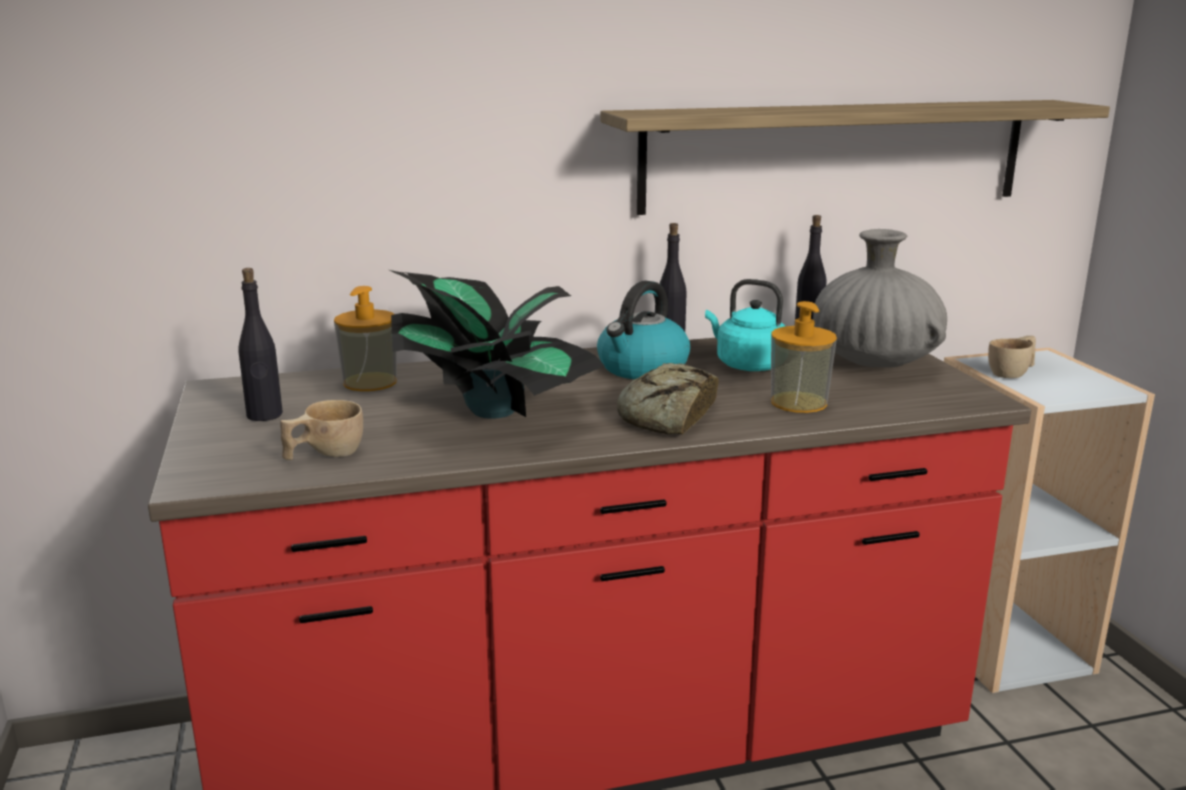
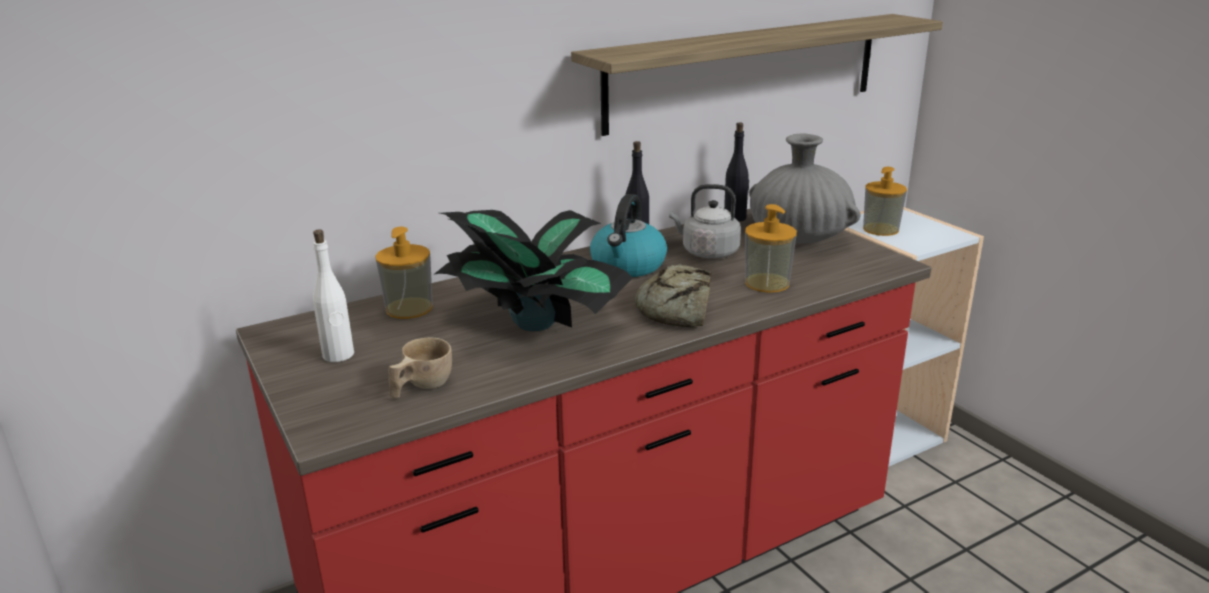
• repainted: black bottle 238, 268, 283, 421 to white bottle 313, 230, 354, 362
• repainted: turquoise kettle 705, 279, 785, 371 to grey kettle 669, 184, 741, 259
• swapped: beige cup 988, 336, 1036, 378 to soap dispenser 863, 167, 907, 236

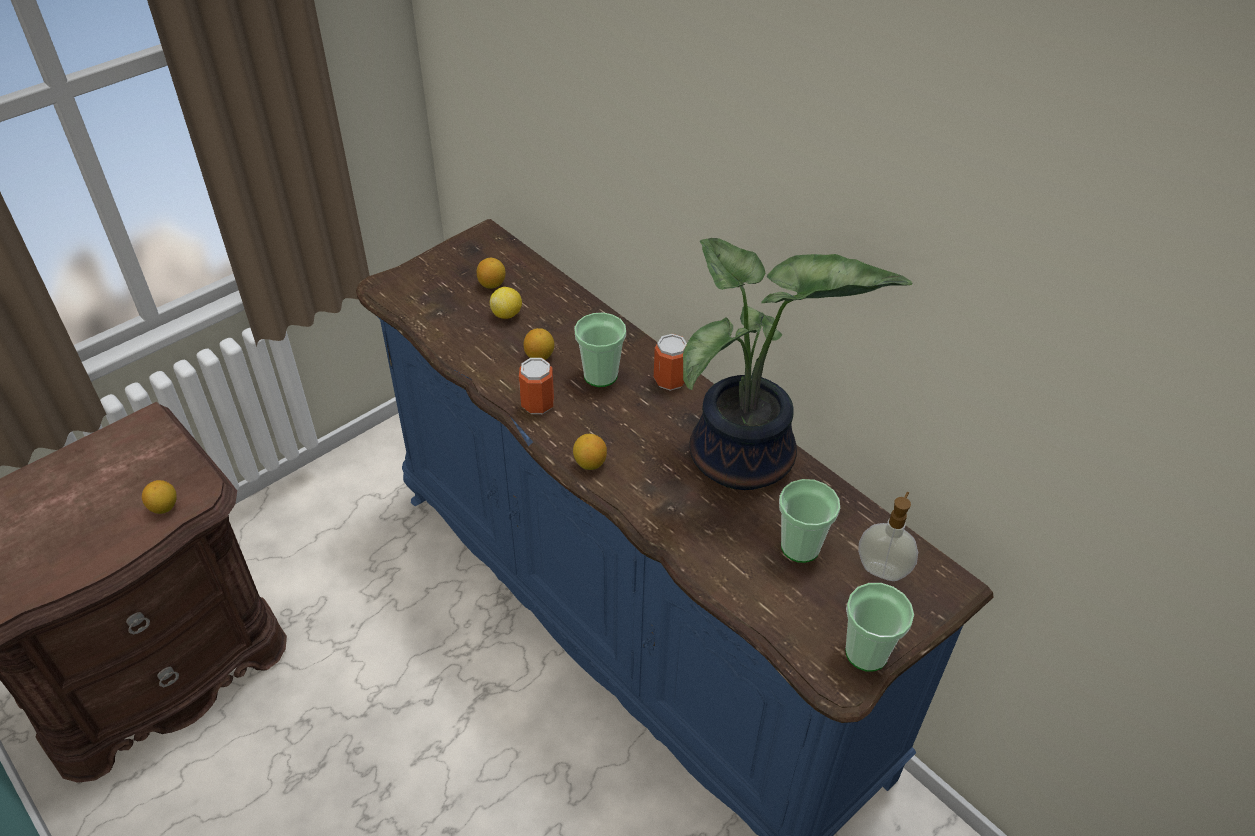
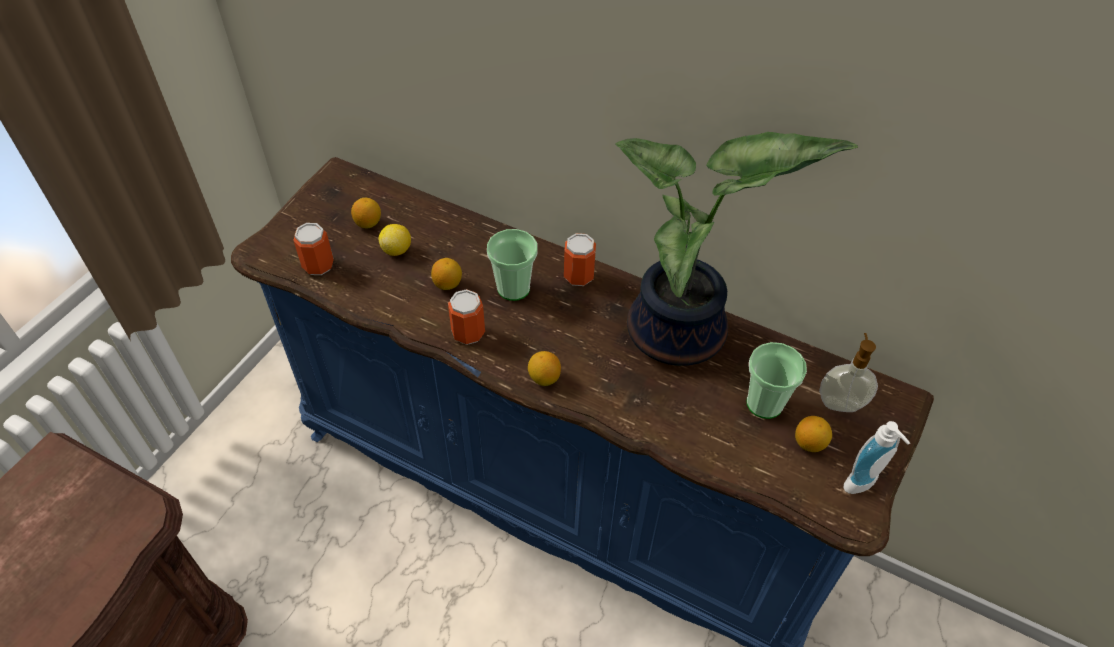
• shifted: lemon 142, 480, 177, 514 to 795, 416, 832, 452
• swapped: cup 845, 583, 914, 672 to soap dispenser 844, 421, 910, 494
• new: can 293, 223, 334, 275

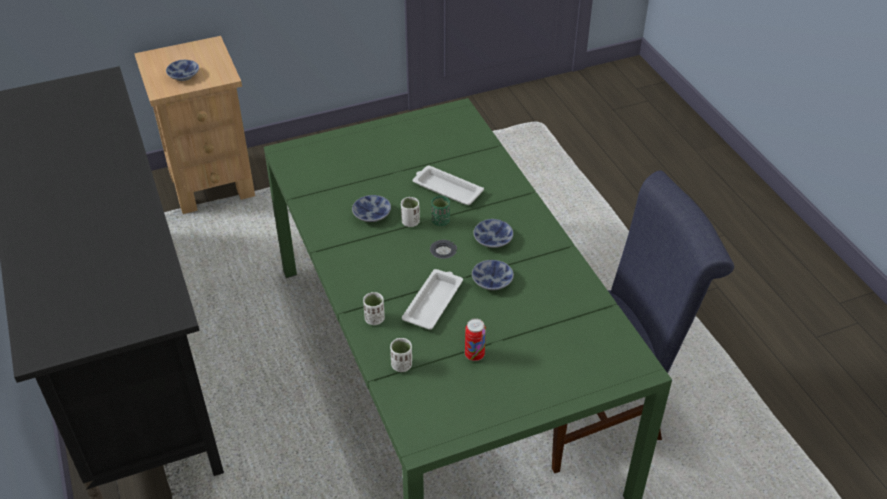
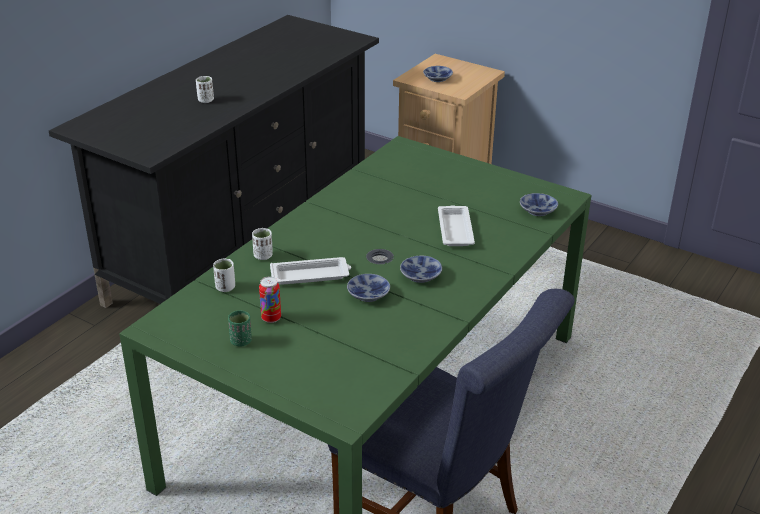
• shifted: bowl 352, 195, 391, 222 to 520, 193, 558, 216
• shifted: green cup 431, 196, 450, 226 to 228, 310, 252, 347
• shifted: white cup 401, 197, 420, 227 to 196, 76, 214, 103

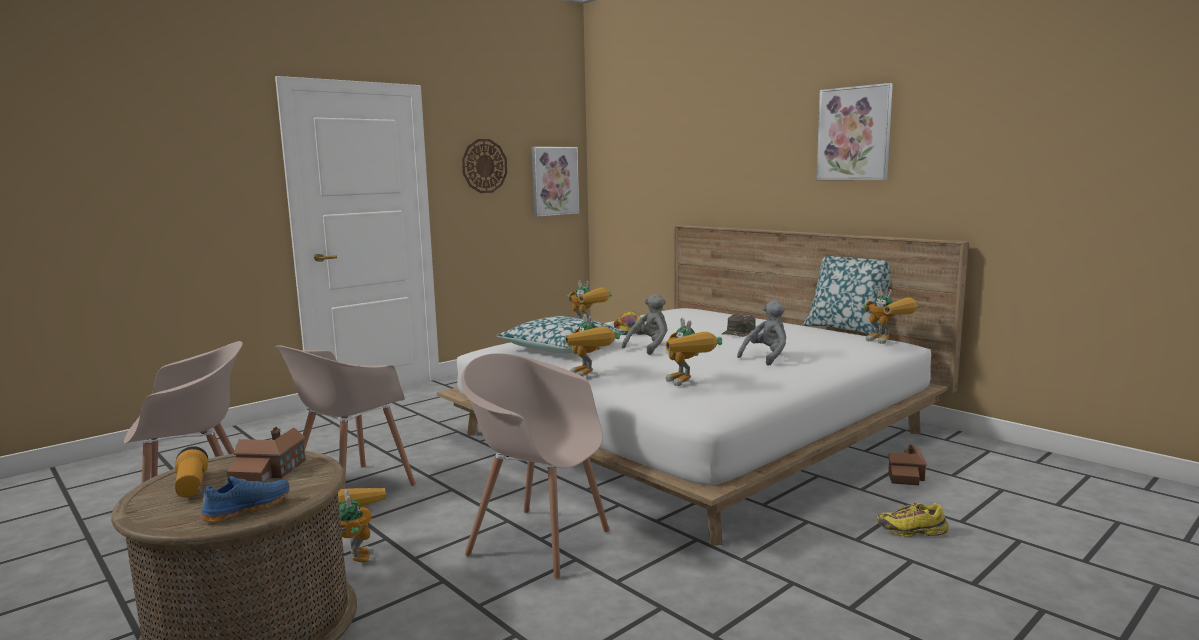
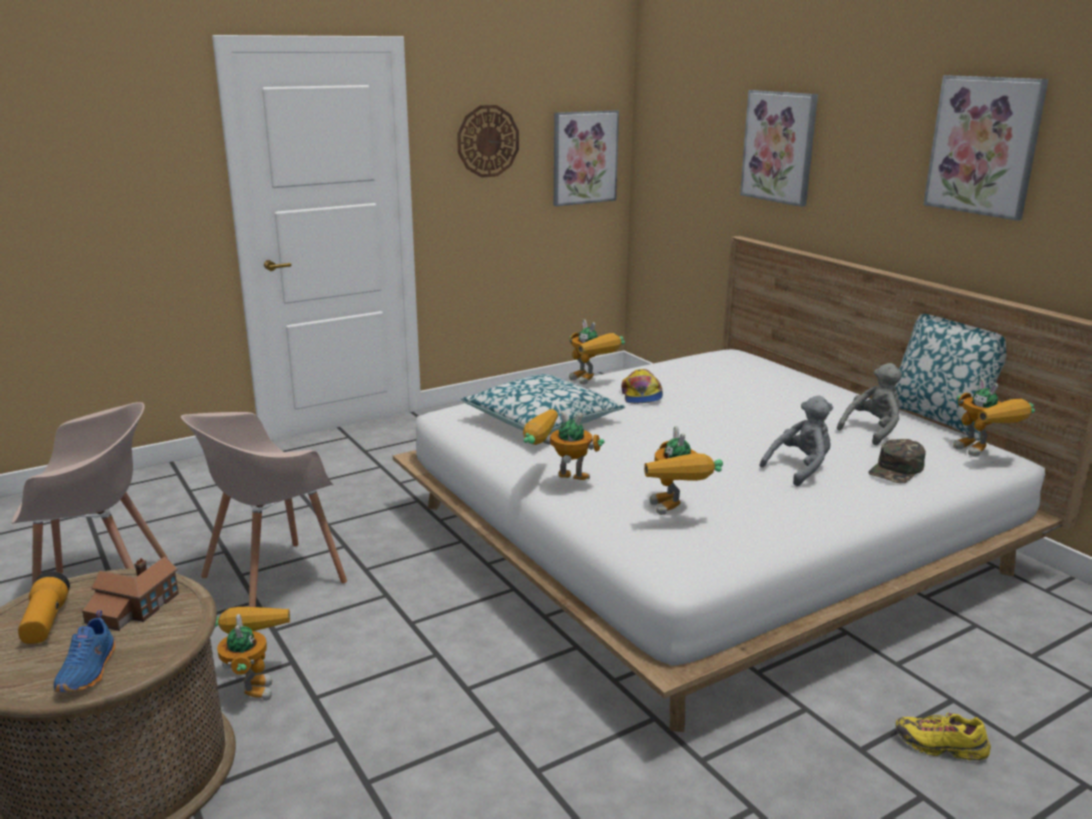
• shifted: grey plush toy 622, 294, 667, 355 to 837, 363, 902, 445
• shifted: green cap 722, 313, 756, 337 to 868, 439, 926, 483
• rotated: toy robot 565, 314, 621, 376 = 523, 409, 605, 480 120 degrees clockwise
• gone: beige chair 461, 353, 609, 579
• gone: toy house 888, 444, 927, 485
• rotated: blue shoe 198, 476, 290, 522 = 54, 611, 115, 692 120 degrees clockwise
• new: picture 740, 90, 818, 207

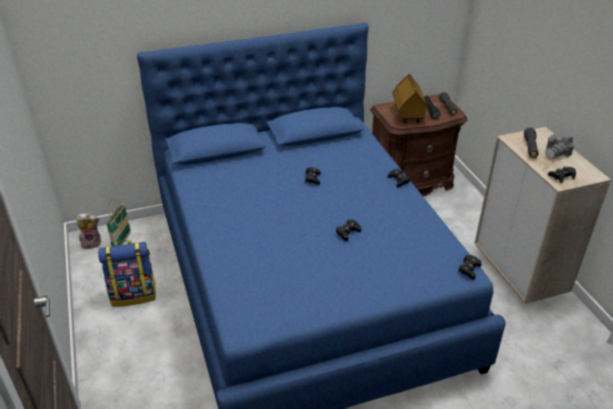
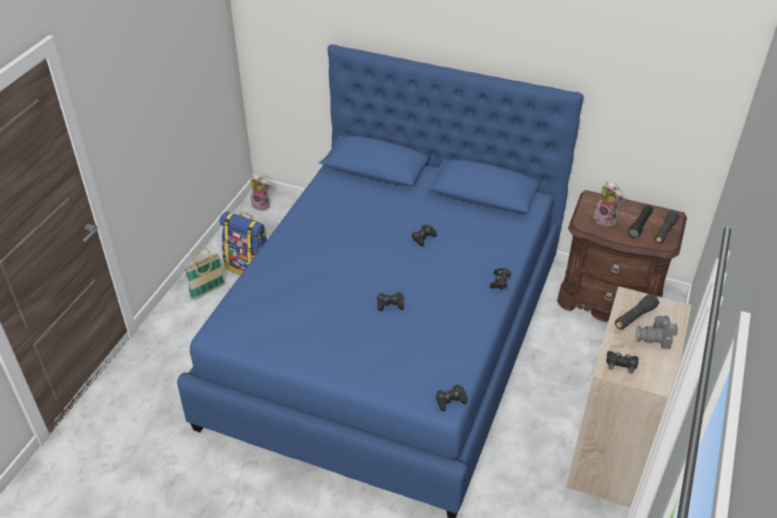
• swapped: toy house 392, 74, 429, 123 to plush toy 593, 181, 626, 227
• shifted: basket 106, 199, 131, 246 to 184, 246, 225, 300

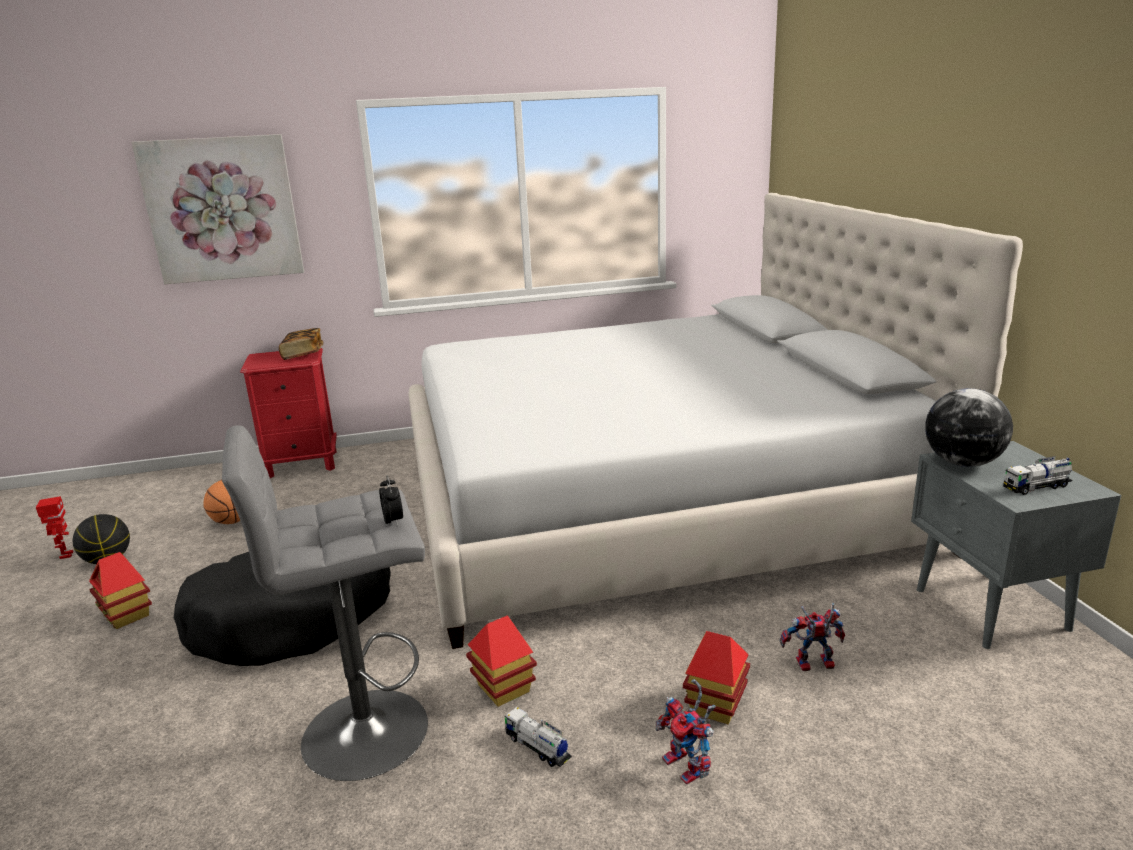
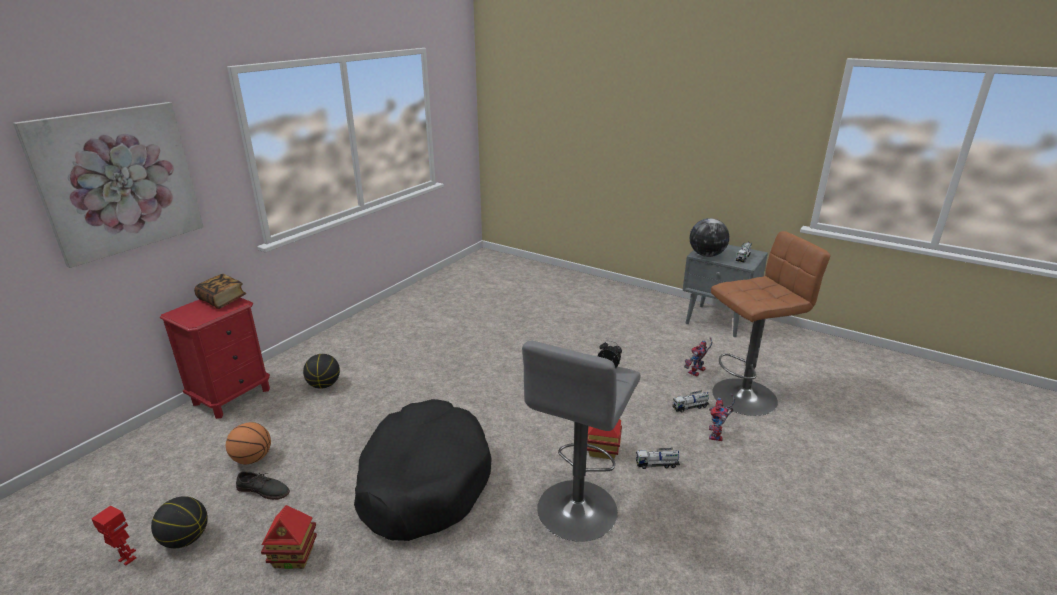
• gone: white bed 408, 193, 1023, 649
• swapped: toy house 683, 631, 750, 724 to toy truck 672, 390, 710, 413
• rotated: toy robot 656, 679, 716, 785 = 709, 394, 735, 441 90 degrees clockwise
• new: brown stool 711, 231, 830, 416
• new: basketball 303, 354, 340, 389
• new: grey shoe 236, 471, 290, 500

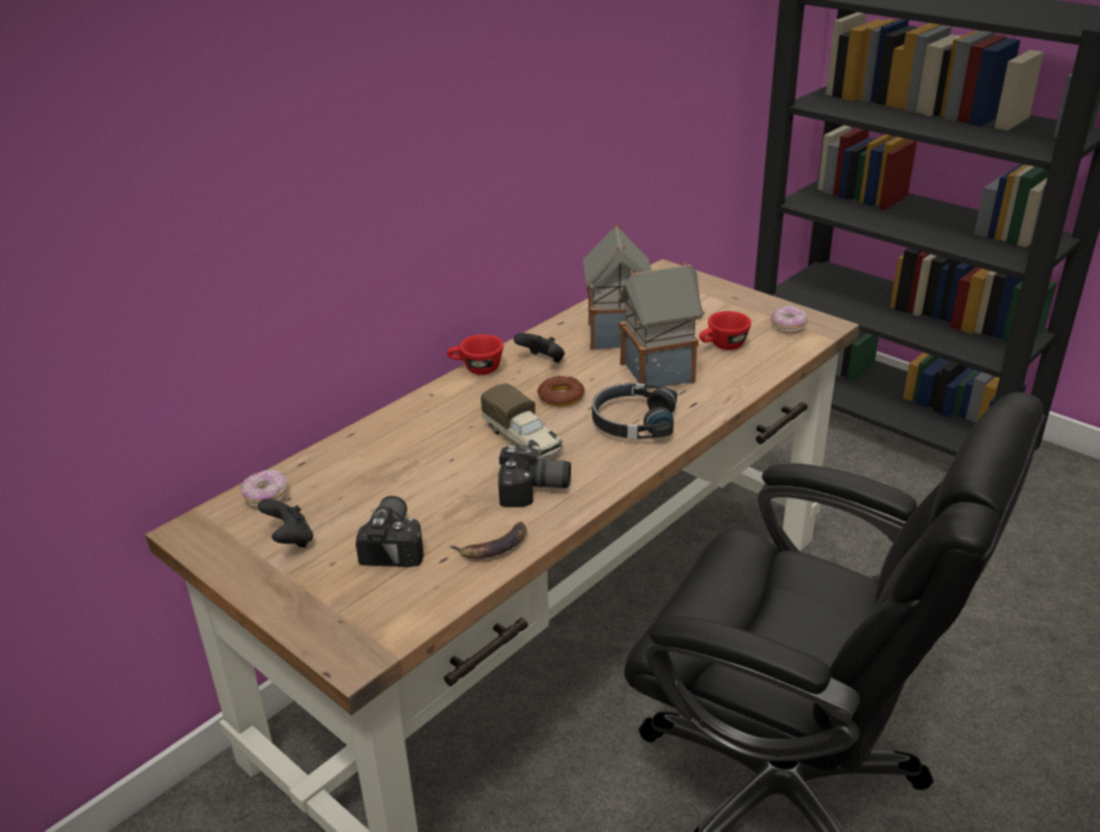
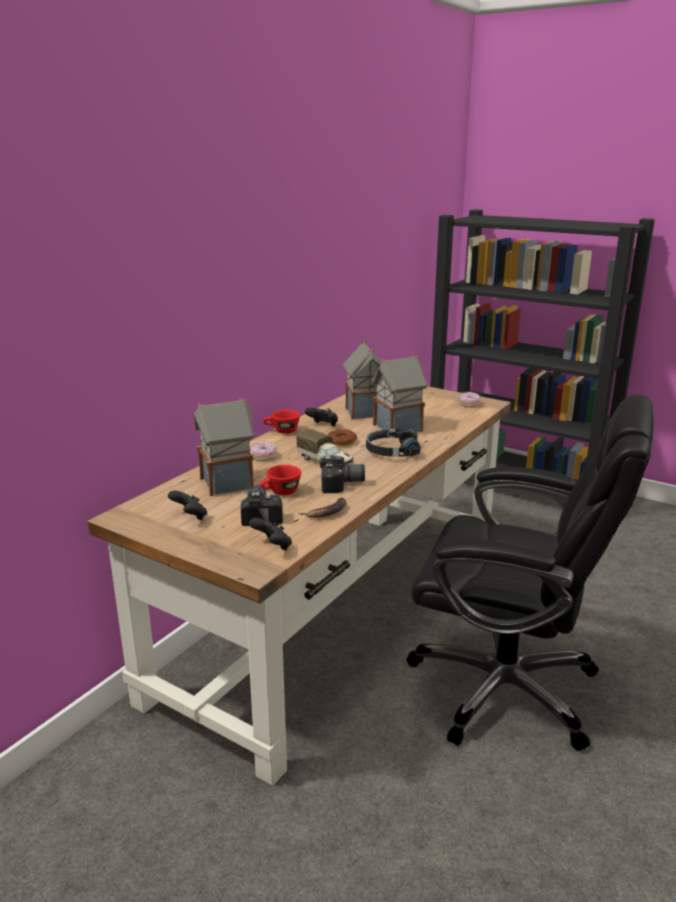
• shifted: red cup 699, 311, 751, 350 to 260, 465, 301, 495
• shifted: donut 241, 469, 287, 507 to 250, 441, 277, 461
• new: toy house 194, 398, 256, 496
• new: black game controller 249, 518, 292, 550

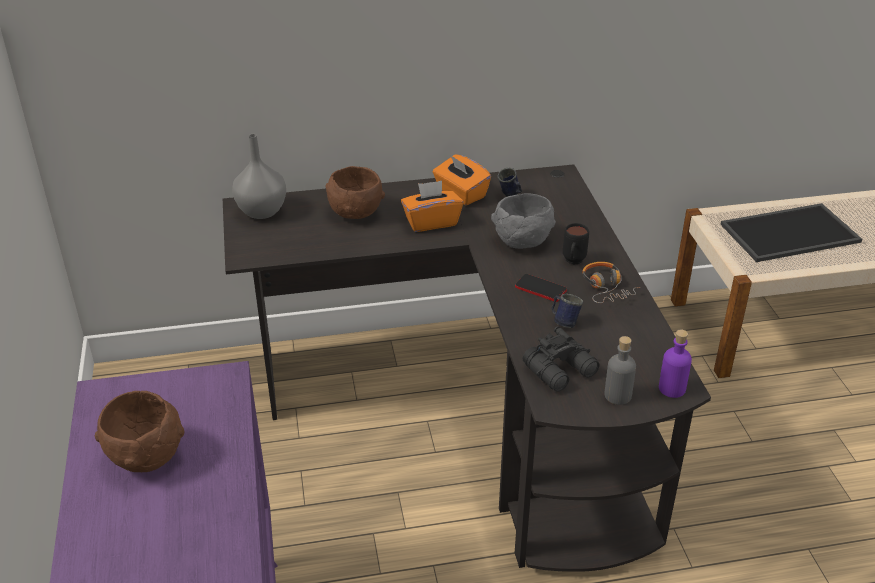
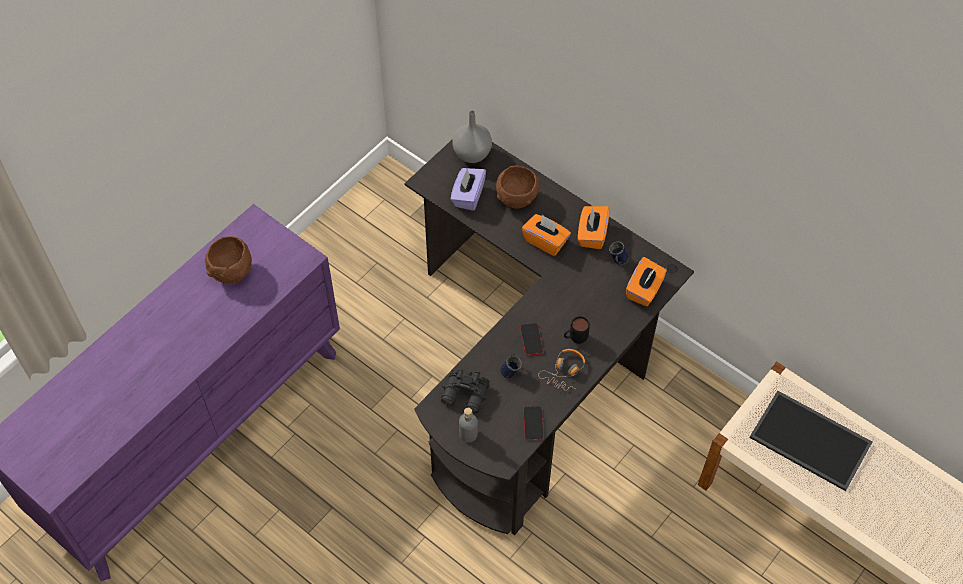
• gone: grey bowl 491, 194, 556, 249
• gone: purple bottle 659, 330, 692, 398
• new: purple tissue box 450, 168, 486, 211
• new: orange tissue box 626, 257, 667, 306
• new: phone 523, 406, 543, 440

